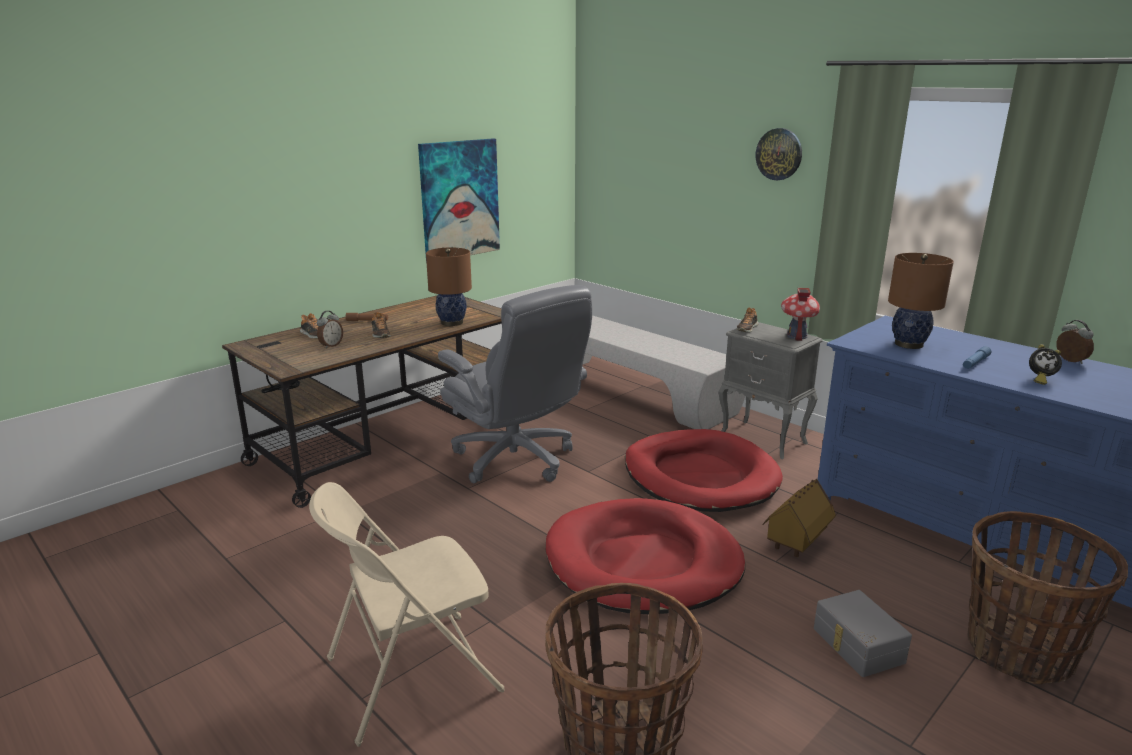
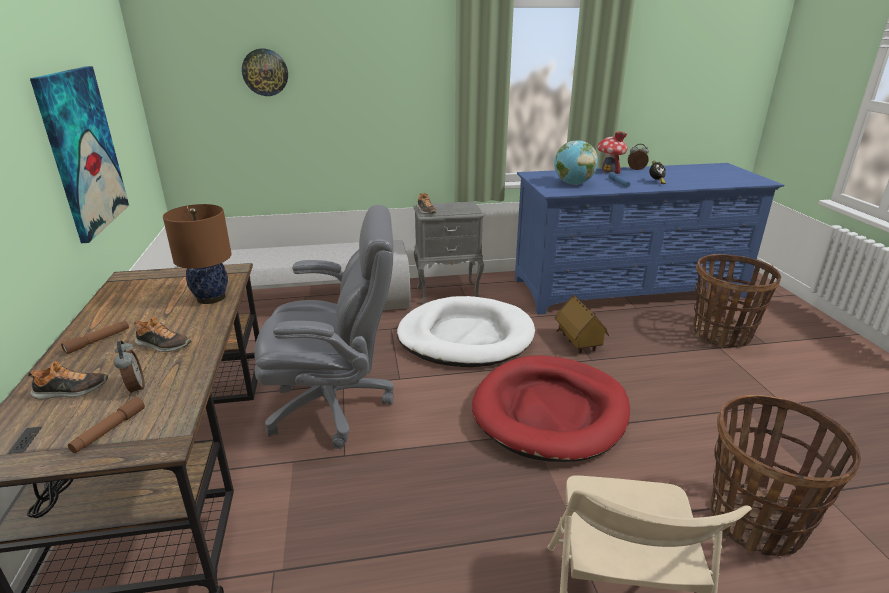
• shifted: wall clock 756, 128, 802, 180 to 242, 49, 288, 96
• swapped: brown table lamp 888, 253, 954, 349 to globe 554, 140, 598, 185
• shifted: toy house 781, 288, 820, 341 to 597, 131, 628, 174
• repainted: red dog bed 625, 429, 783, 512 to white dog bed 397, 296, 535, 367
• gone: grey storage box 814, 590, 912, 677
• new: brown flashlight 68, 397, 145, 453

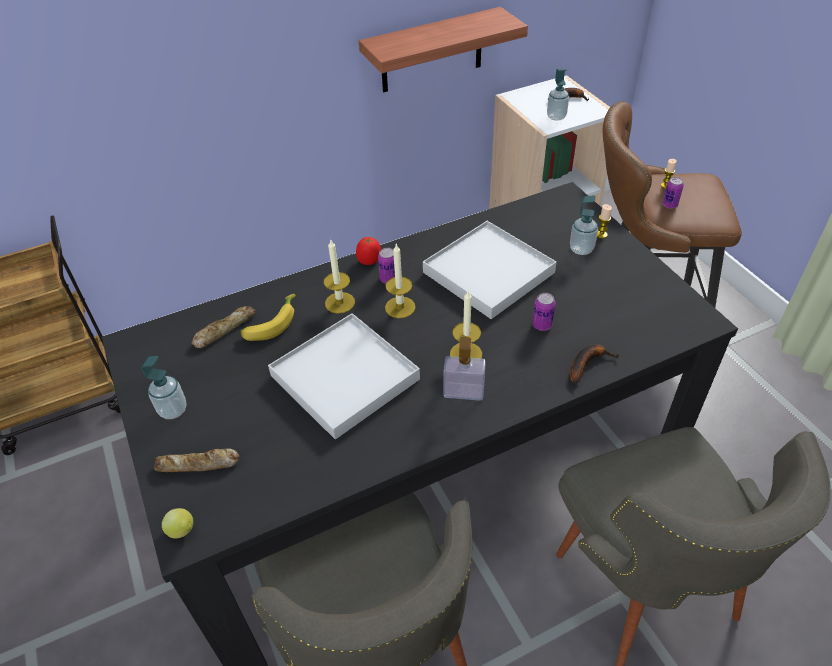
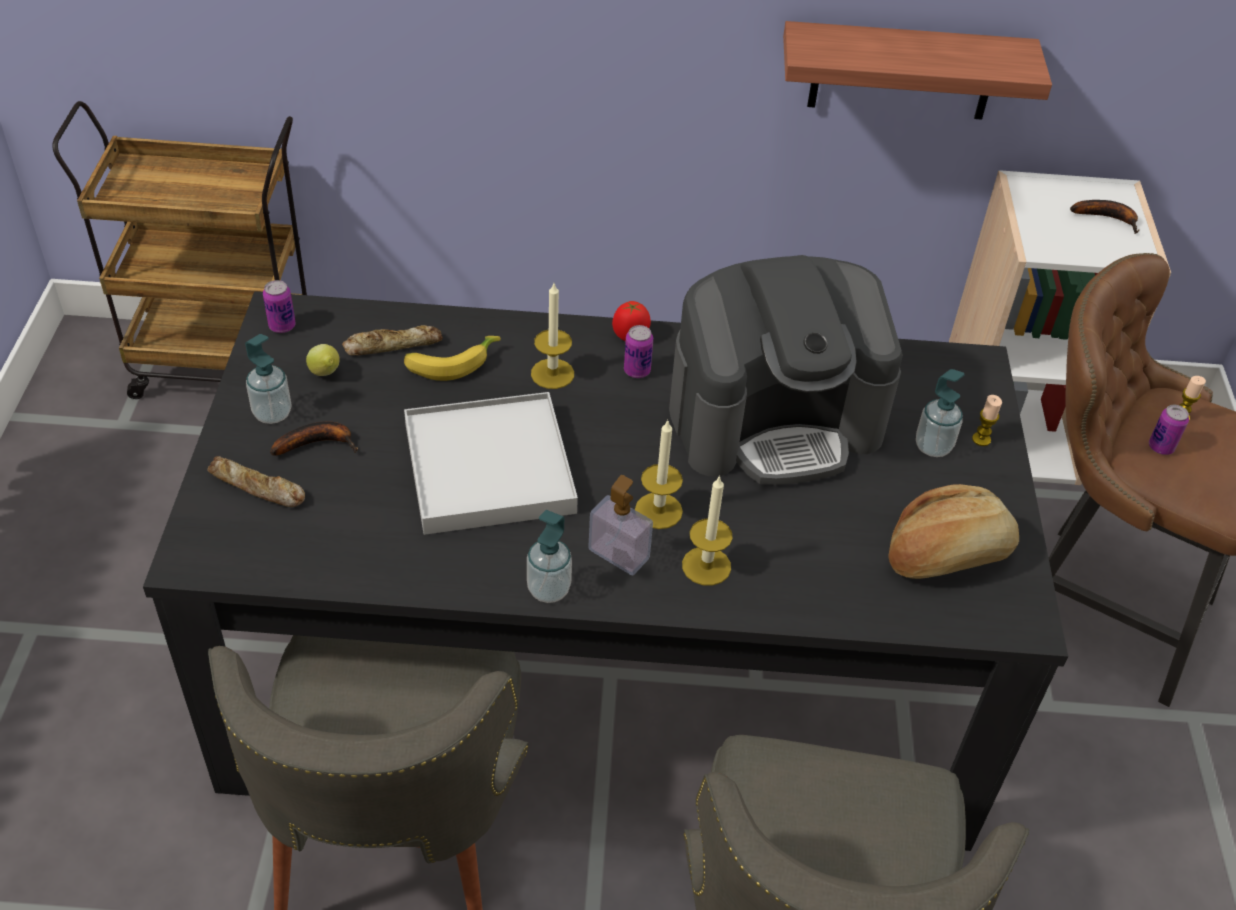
• shifted: soap dispenser 547, 69, 569, 121 to 527, 510, 572, 603
• swapped: white tray 423, 221, 557, 319 to coffee machine 669, 255, 903, 485
• shifted: candle 385, 244, 416, 318 to 682, 475, 732, 586
• shifted: can 532, 293, 556, 331 to 263, 280, 296, 333
• shifted: banana 570, 344, 620, 384 to 270, 421, 358, 456
• shifted: lemon 162, 508, 193, 538 to 306, 344, 340, 376
• new: bread 888, 484, 1019, 579

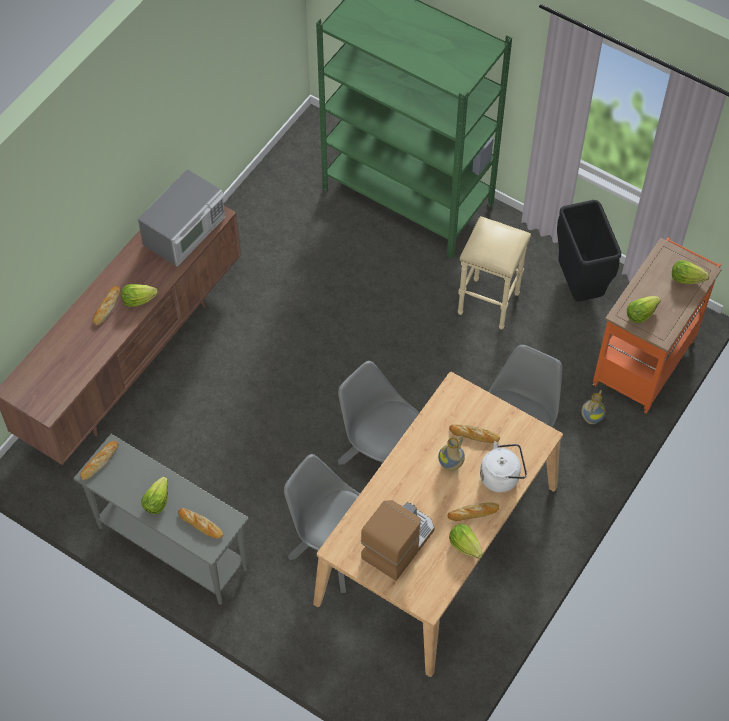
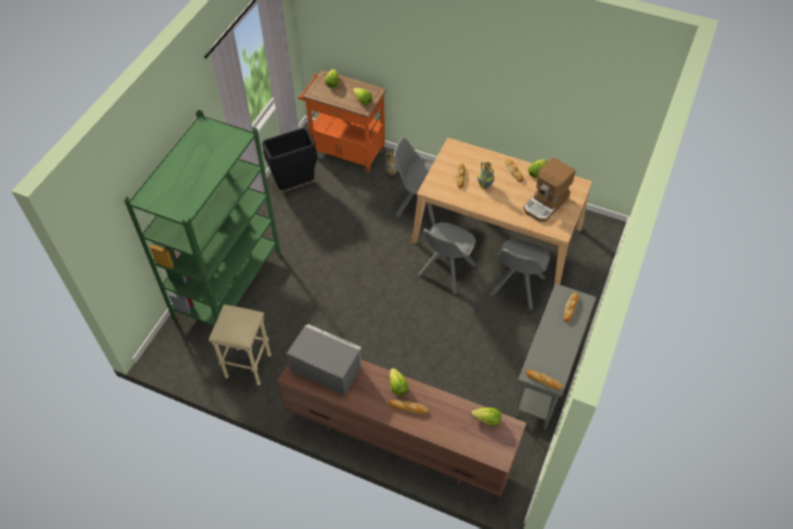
• shifted: beige stool 458, 216, 531, 330 to 209, 304, 271, 385
• gone: white kettle 480, 441, 527, 493
• shifted: lettuce 141, 477, 168, 514 to 471, 407, 501, 426
• rotated: coffee machine 361, 500, 435, 581 = 523, 157, 576, 222 75 degrees counterclockwise

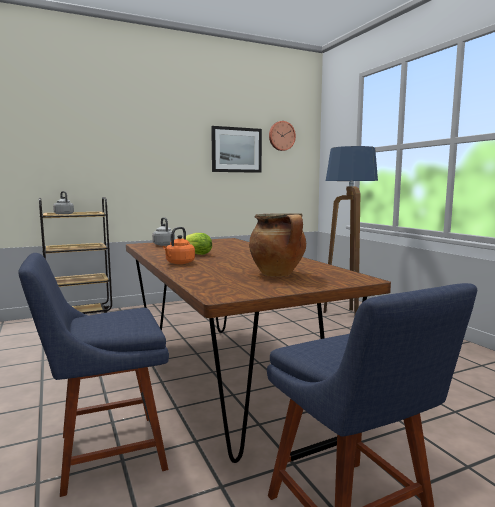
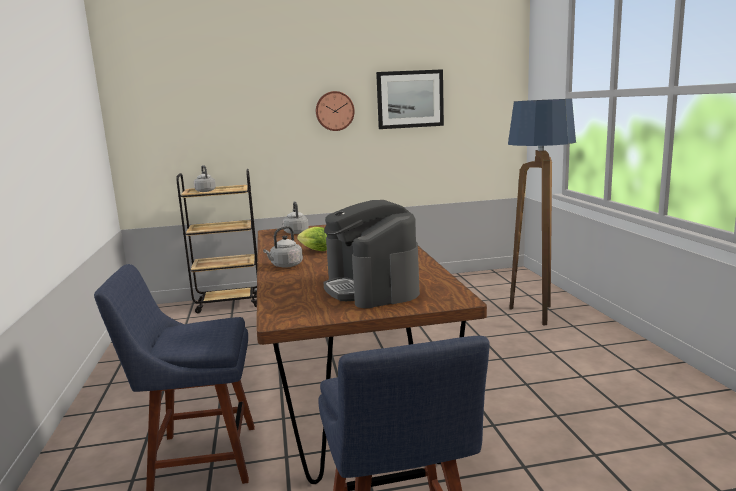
• shifted: wall clock 269, 121, 296, 151 to 316, 91, 355, 131
• swapped: cooking pot 249, 213, 306, 277 to coffee machine 323, 200, 420, 308
• repainted: orange kettle 163, 227, 195, 264 to grey kettle 263, 226, 303, 268

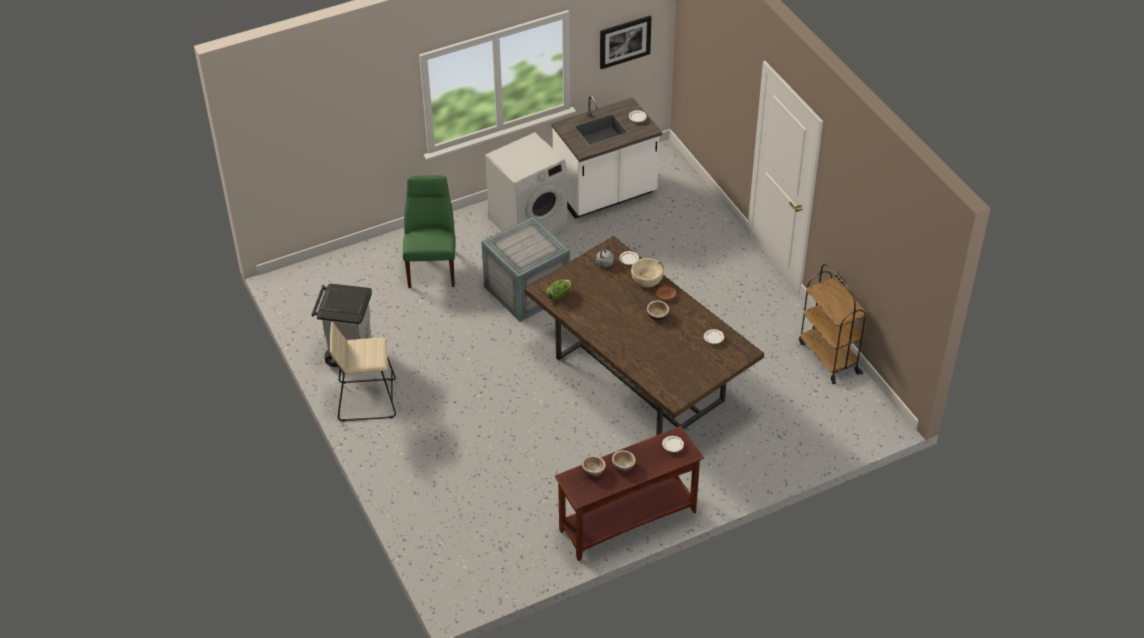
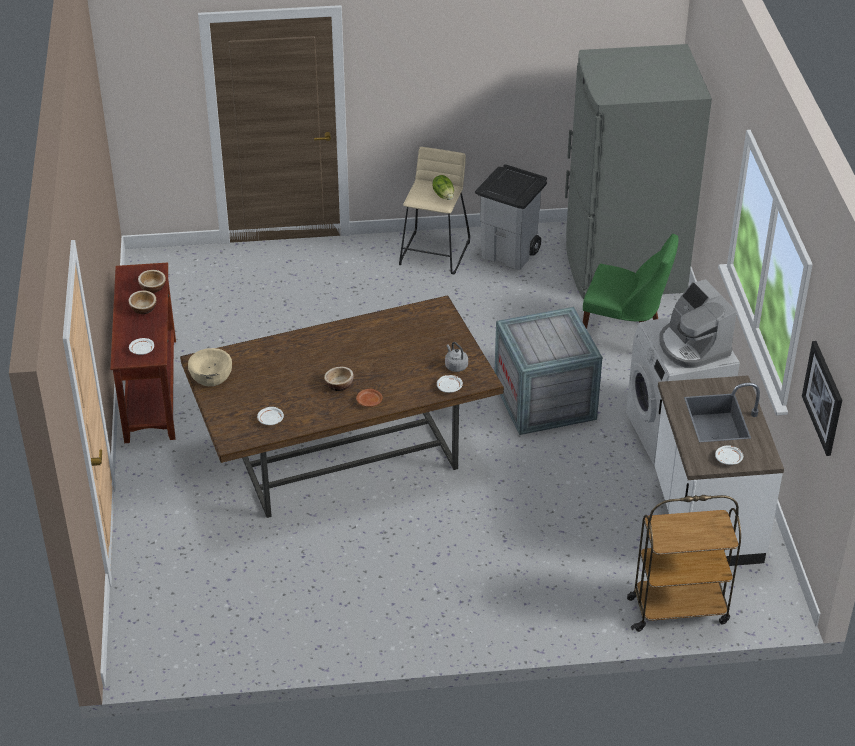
• shifted: beige bowl 631, 258, 664, 287 to 188, 348, 232, 386
• shifted: brown cart 799, 264, 867, 384 to 627, 495, 741, 632
• shifted: lettuce 546, 280, 572, 300 to 432, 175, 454, 200
• new: grey fridge 565, 44, 712, 299
• new: coffee machine 659, 279, 737, 368

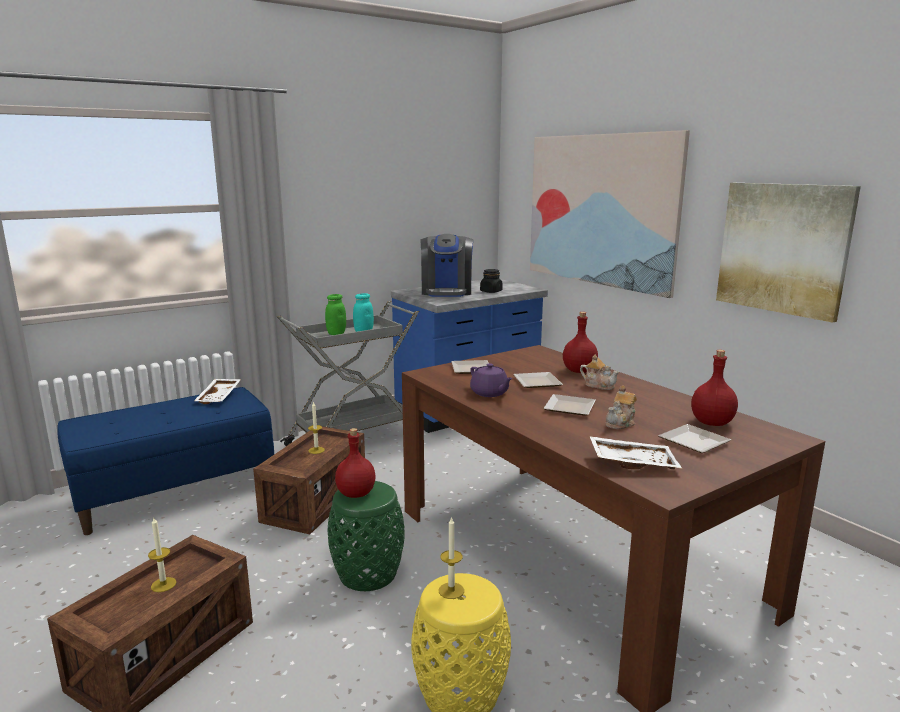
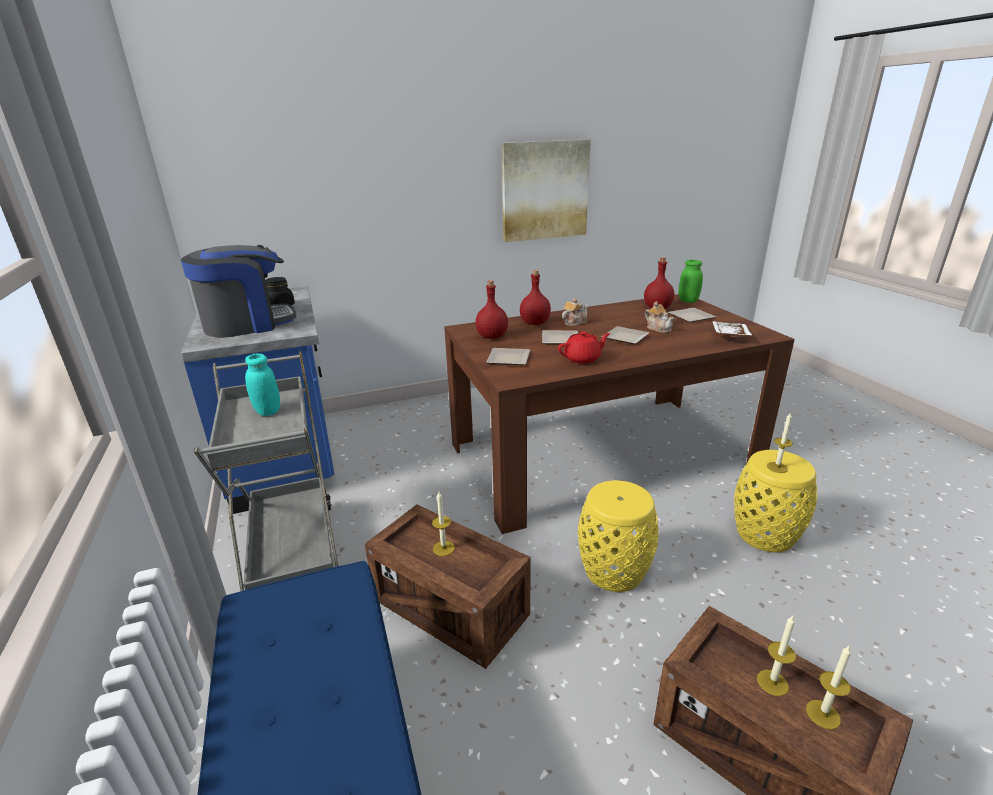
• gone: picture 530, 130, 690, 298
• rotated: coffee machine 420, 234, 473, 297 = 181, 245, 297, 338 45 degrees counterclockwise
• shifted: green jar 325, 294, 346, 335 to 679, 260, 703, 303
• repainted: purple teapot 470, 363, 513, 397 to red teapot 558, 331, 611, 364
• gone: white tray 194, 379, 241, 404
• shifted: red bottle 335, 428, 376, 498 to 476, 280, 508, 339
• repainted: green stool 327, 481, 405, 591 to yellow stool 578, 480, 659, 592
• new: candle 806, 646, 851, 730

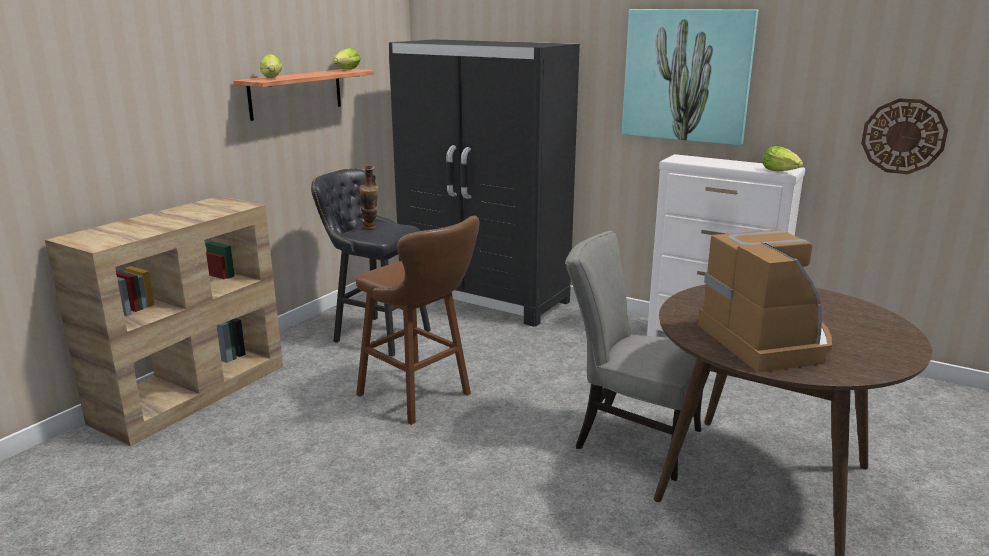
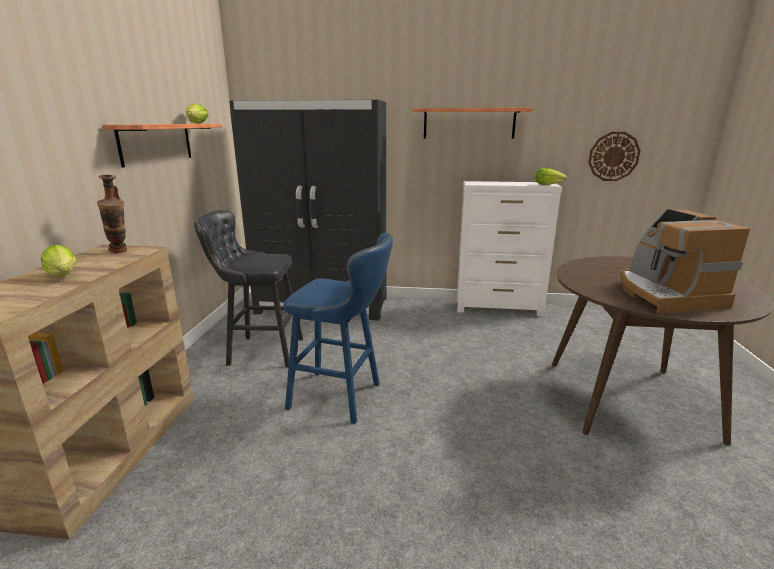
• swapped: picture 622, 9, 758, 146 to shelf 412, 108, 533, 139
• shifted: lettuce 260, 54, 283, 78 to 41, 245, 76, 277
• shifted: vase 359, 165, 379, 230 to 97, 175, 127, 253
• repainted: brown stool 356, 216, 480, 425 to blue stool 283, 233, 393, 424
• rotated: coffee machine 698, 229, 832, 372 = 621, 209, 750, 314 150 degrees counterclockwise
• gone: grey chair 565, 231, 703, 481

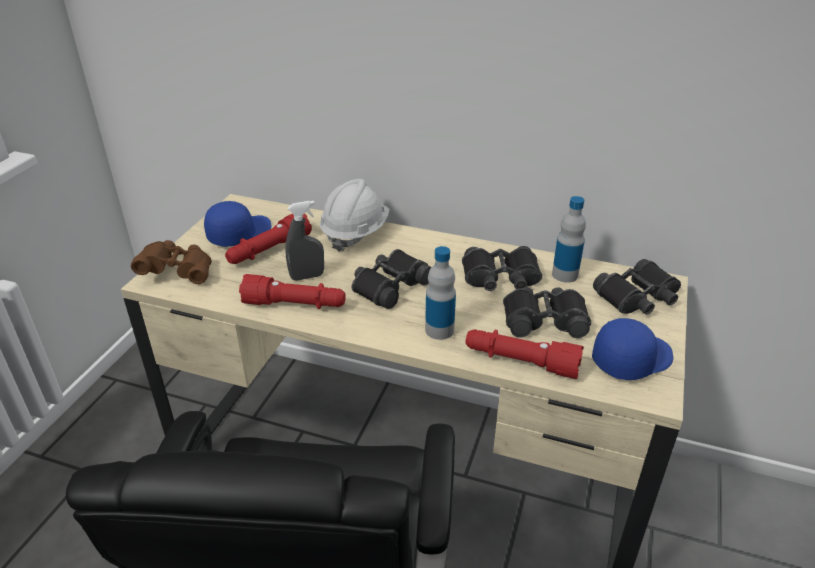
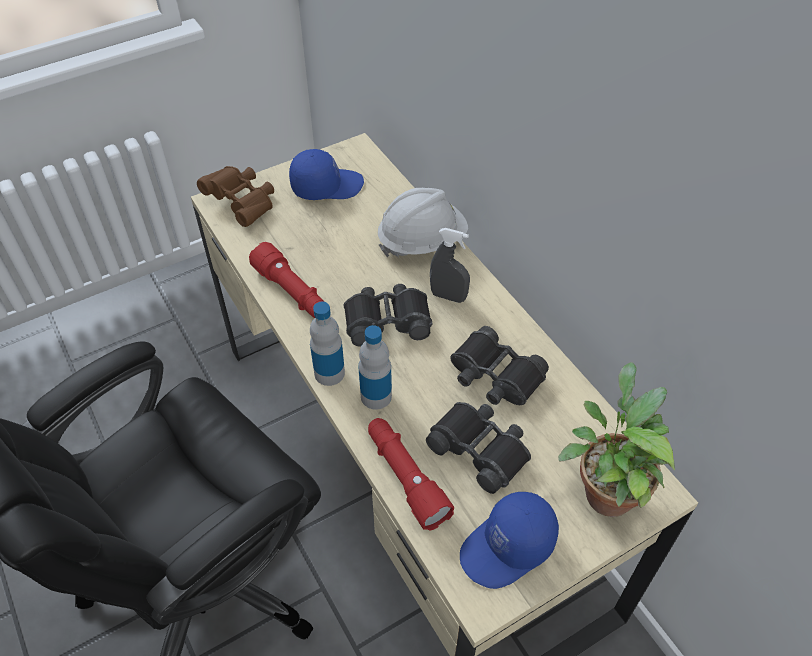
• shifted: bottle 552, 196, 586, 283 to 310, 302, 345, 386
• shifted: grey spray bottle 286, 201, 324, 281 to 430, 228, 470, 303
• gone: red flashlight 225, 213, 312, 264
• swapped: black binoculars 593, 259, 681, 314 to potted plant 558, 362, 675, 517
• rotated: blue cap 592, 318, 673, 380 = 460, 492, 559, 589 135 degrees clockwise

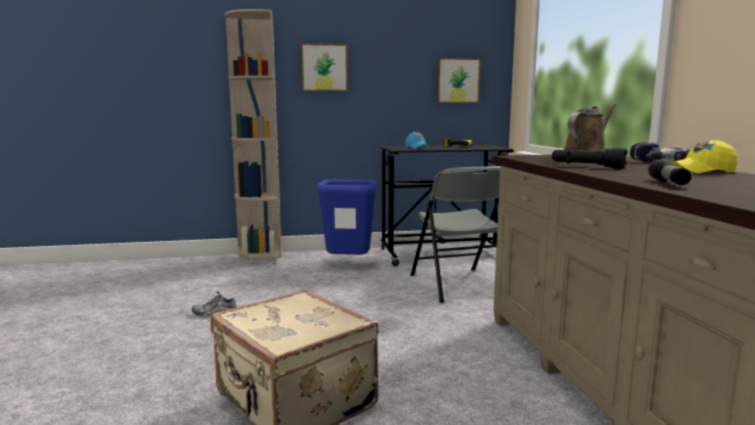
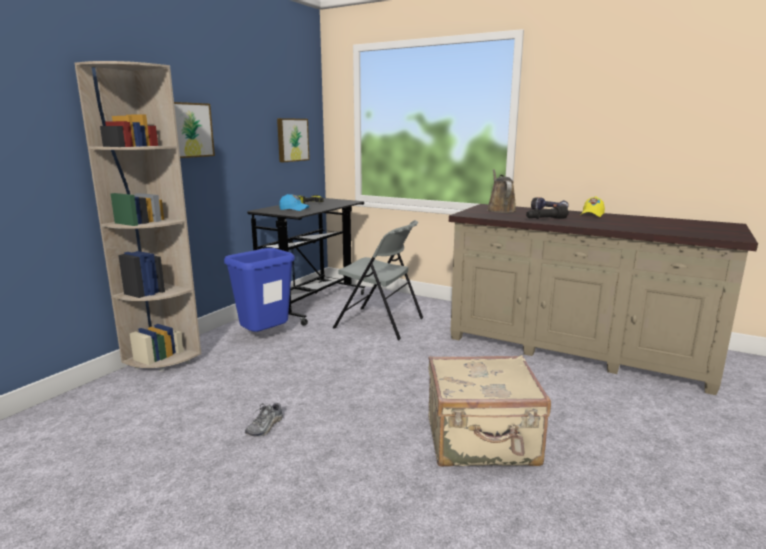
• gone: flashlight 648, 160, 691, 185

